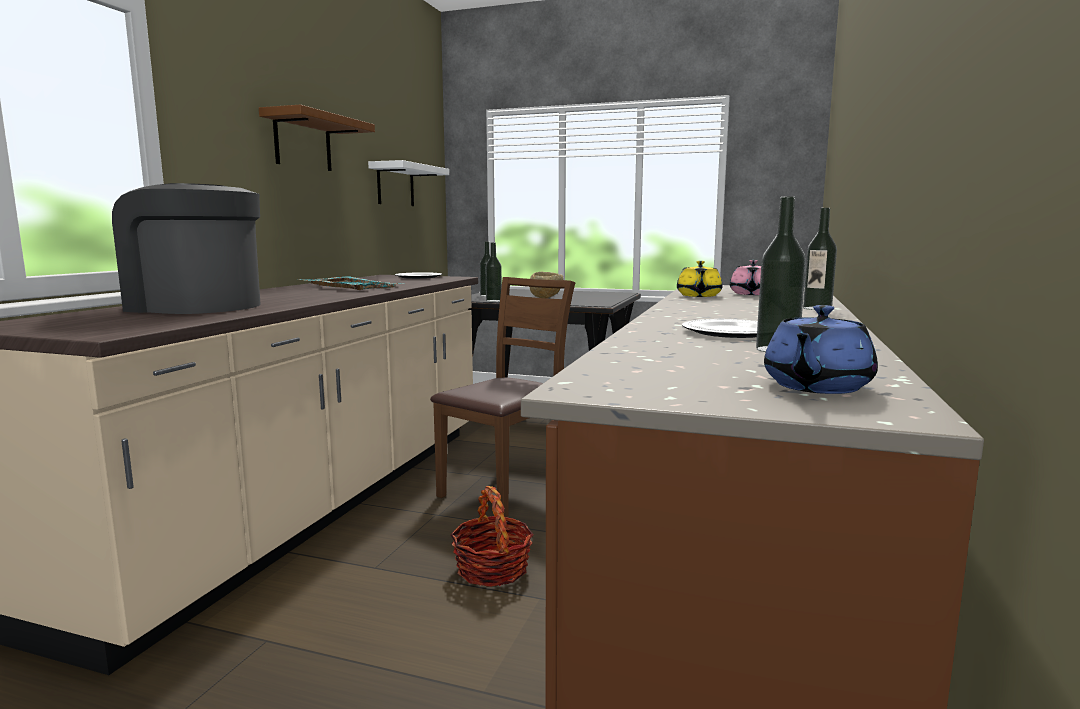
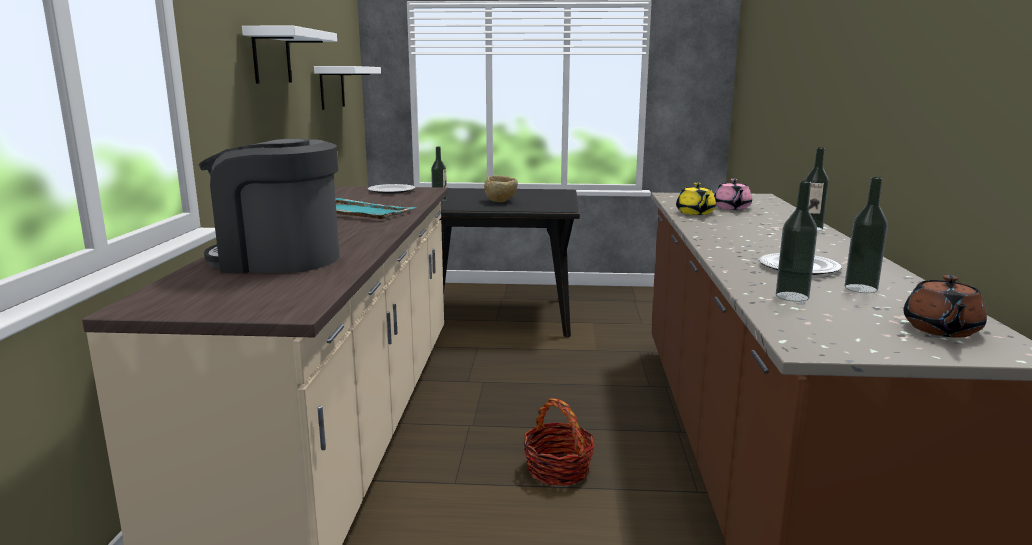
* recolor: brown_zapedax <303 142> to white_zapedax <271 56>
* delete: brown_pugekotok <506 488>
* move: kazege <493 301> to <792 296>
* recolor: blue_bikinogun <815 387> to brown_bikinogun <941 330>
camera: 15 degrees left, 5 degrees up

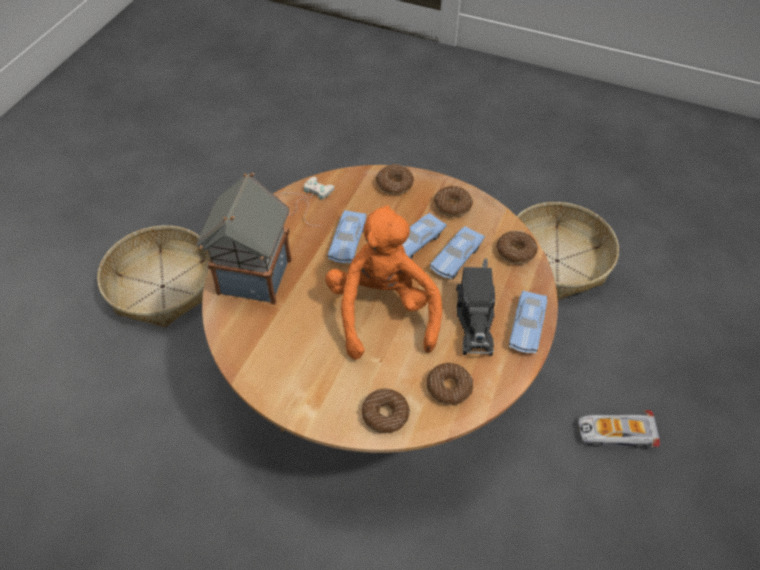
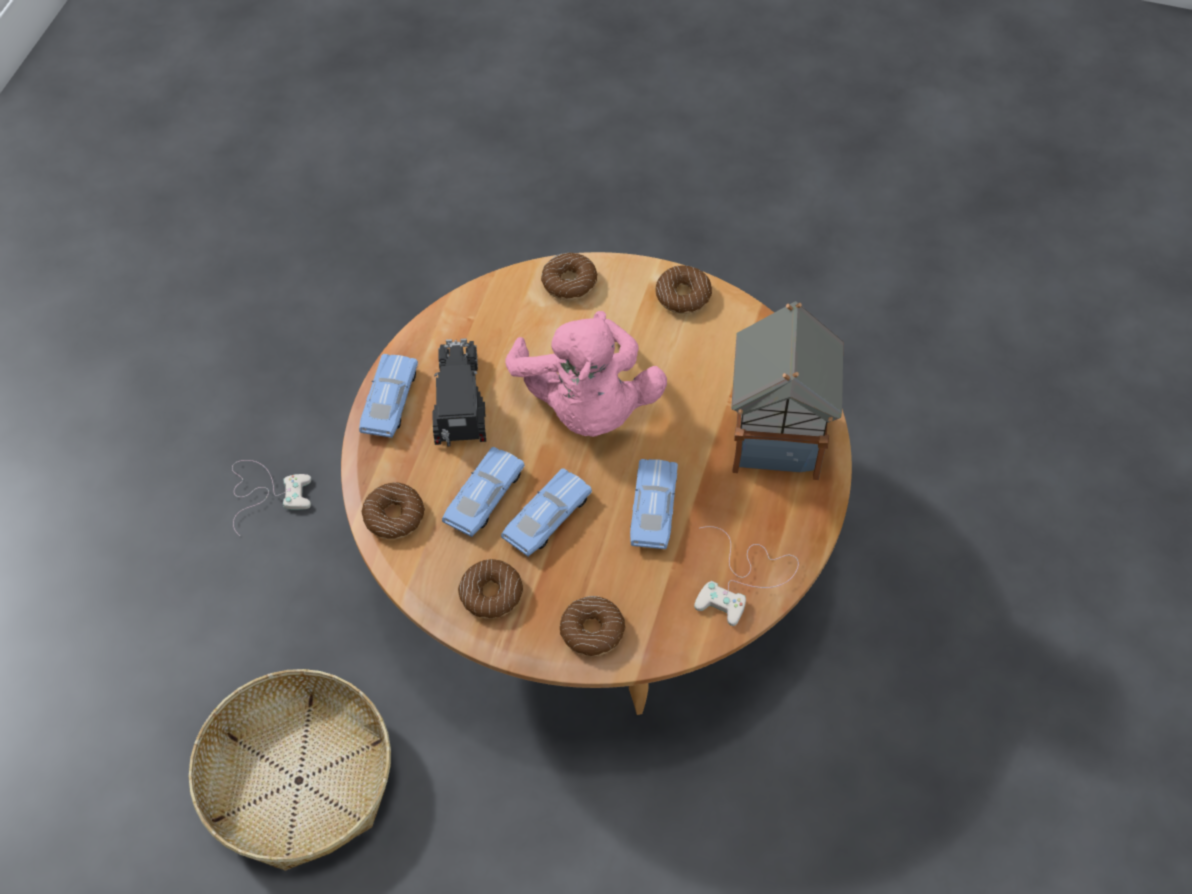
* delete: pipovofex <163 286>
* recolor: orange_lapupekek <383 311> to pink_lapupekek <586 406>
* move: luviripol <449 388> to <683 295>
* replace: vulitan <615 433> to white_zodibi <266 492>
camera: 175 degrees right, 5 degrees up

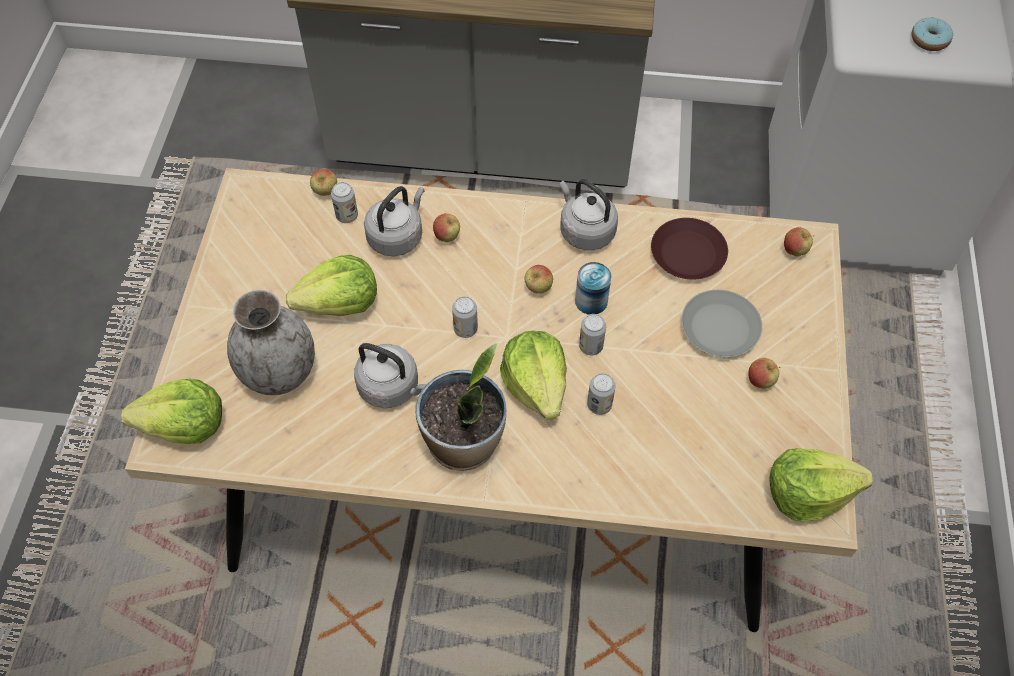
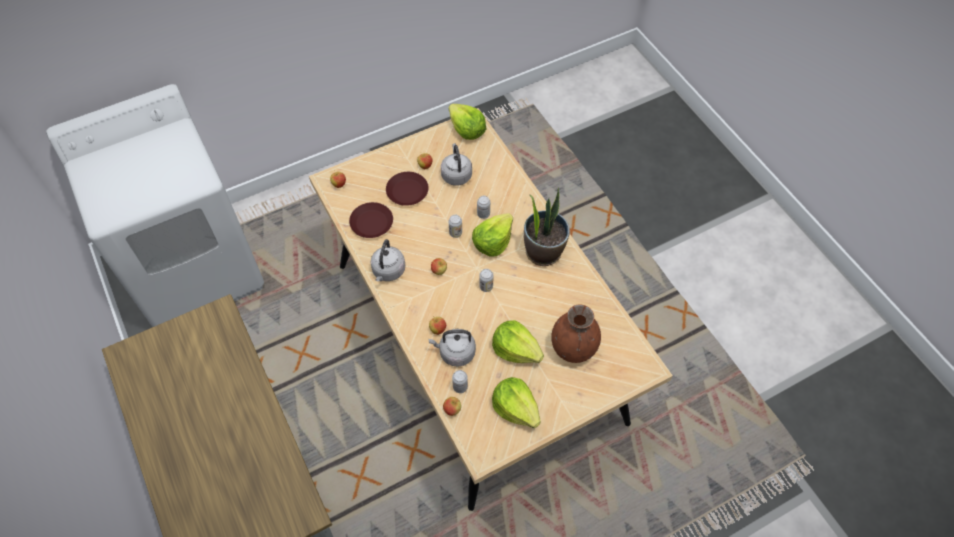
* move: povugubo <185 426> to <515 408>
* recolor: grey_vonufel <278 373> to brown_vonufel <573 348>
* move: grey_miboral <392 388> to <456 174>
* delete: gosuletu <591 301>
* recolor: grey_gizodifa <719 327> to brown_gizodifa <407 192>
* delete: luviripol <929 40>
camera: 125 degrees left, 0 degrees up

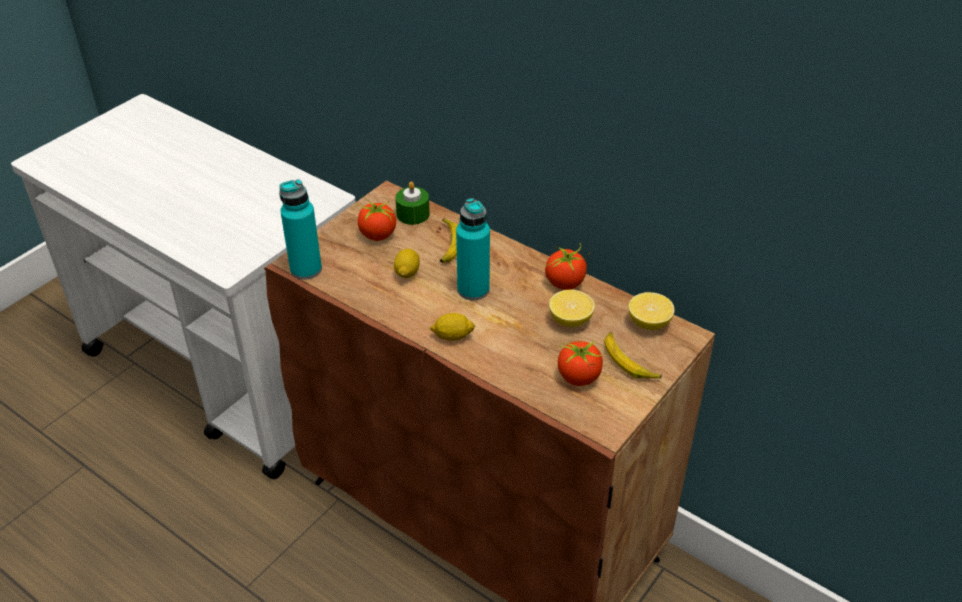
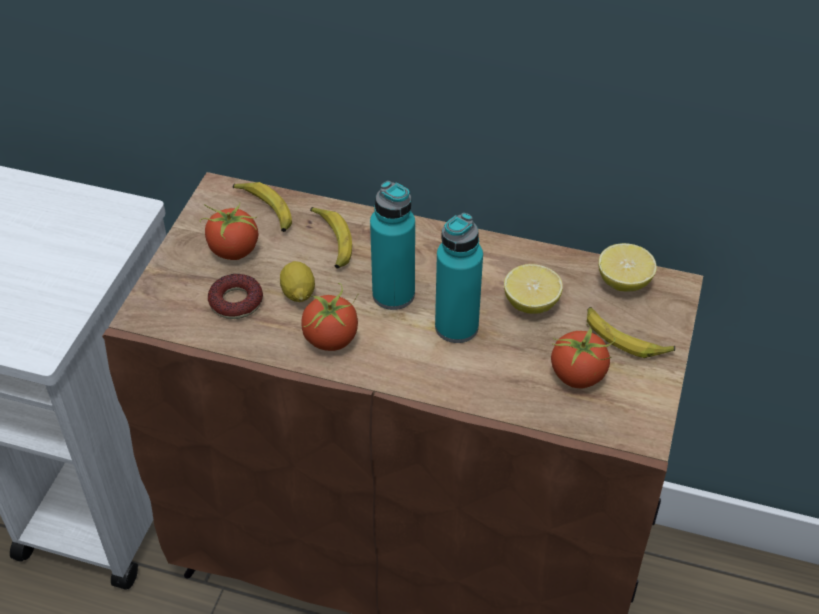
* move: turquoise_kazege <306 269> to <456 327>
* replace: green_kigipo <413 214> to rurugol <265 210>
* delete: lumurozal <452 336>
* move: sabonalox <565 282> to <331 339>
* insert: luviripol <236 302>
camera: 20 degrees left, 5 degrees up

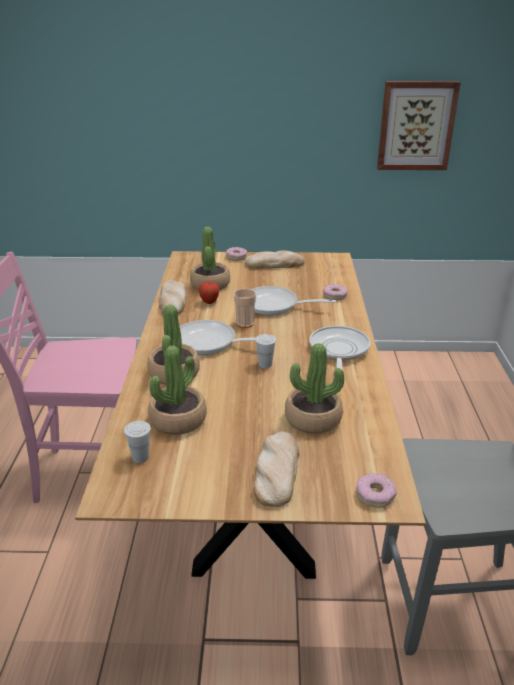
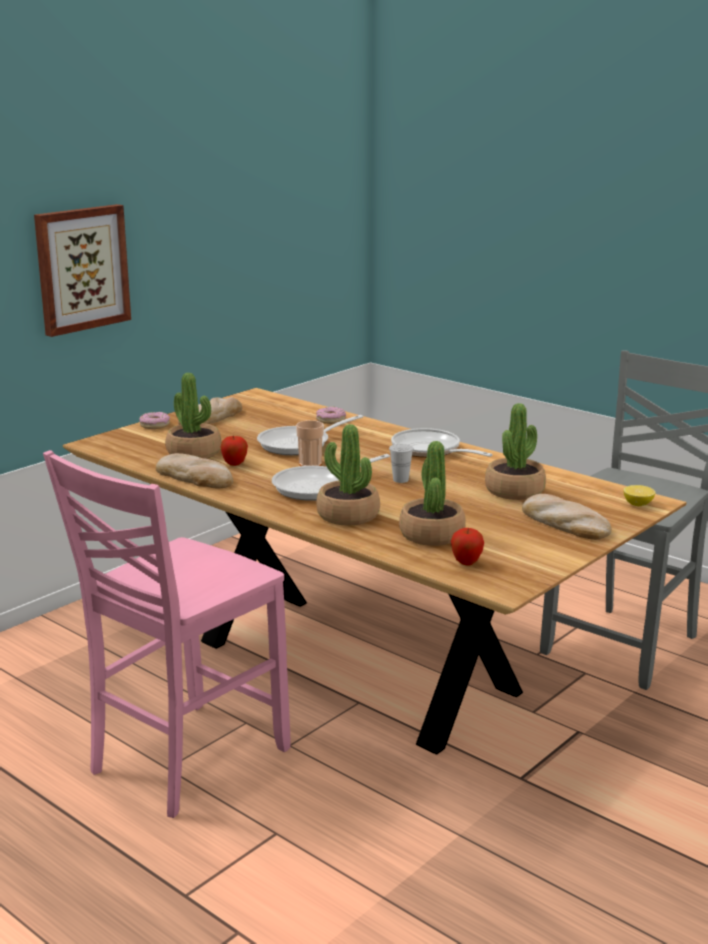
* replace: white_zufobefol <140 457> to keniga <466 563>
* replace: luviripol <375 495> to lumurozal <638 504>
* move: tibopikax <416 126> to <81 269>
camera: 50 degrees left, 10 degrees down

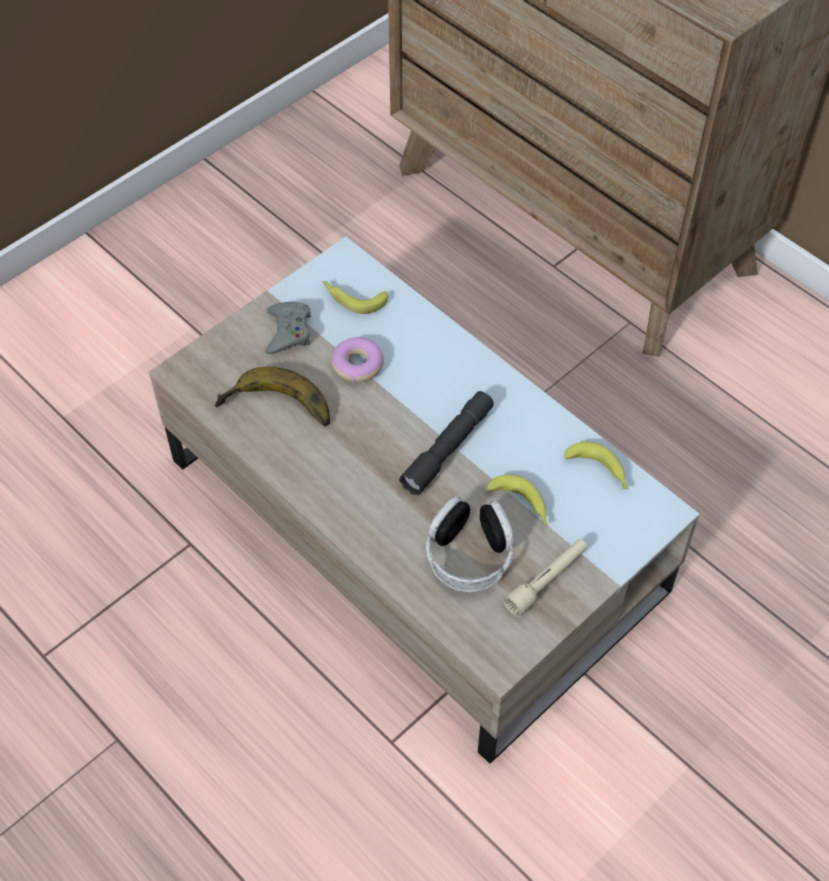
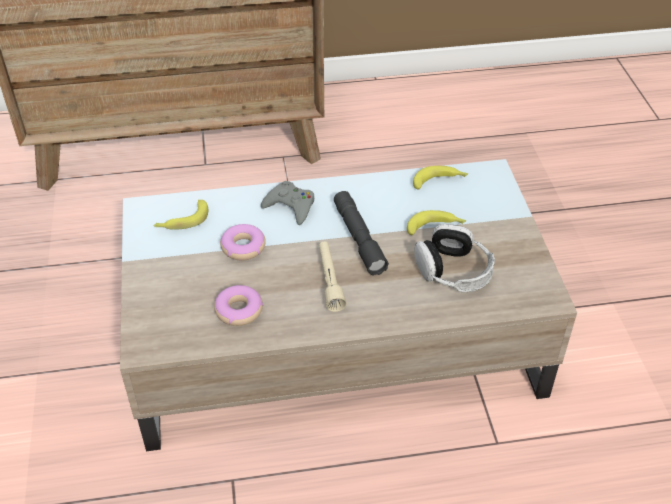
* replace: rurugol <276 412> to luviripol <239 310>
* move: grey_zodibi <288 331> to <290 206>
* move: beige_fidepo <546 581> to <330 281>
camera: 55 degrees left, 10 degrees down

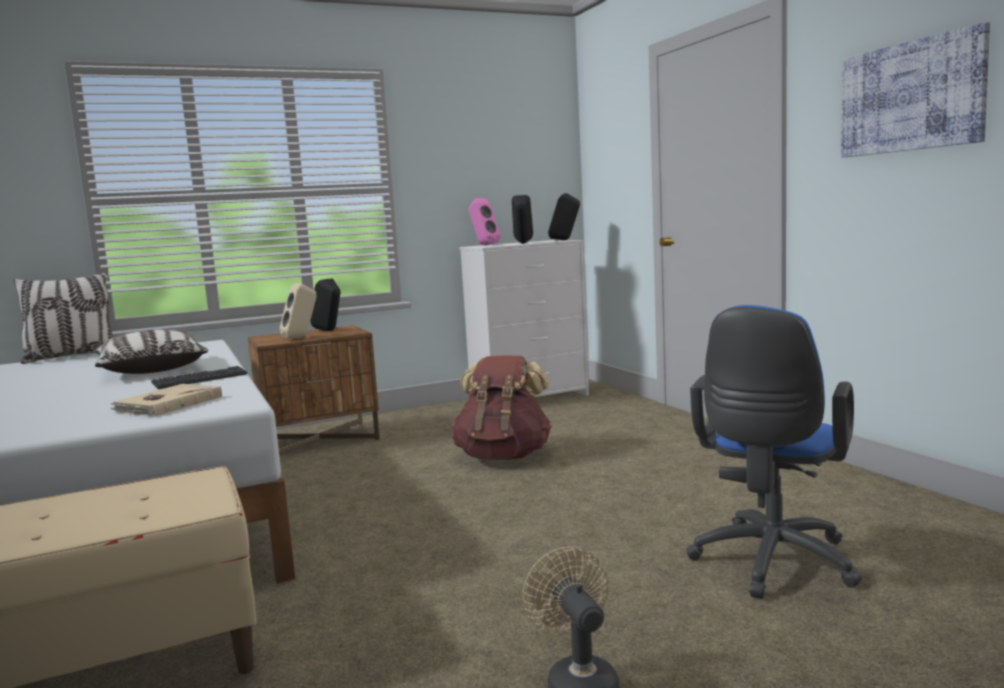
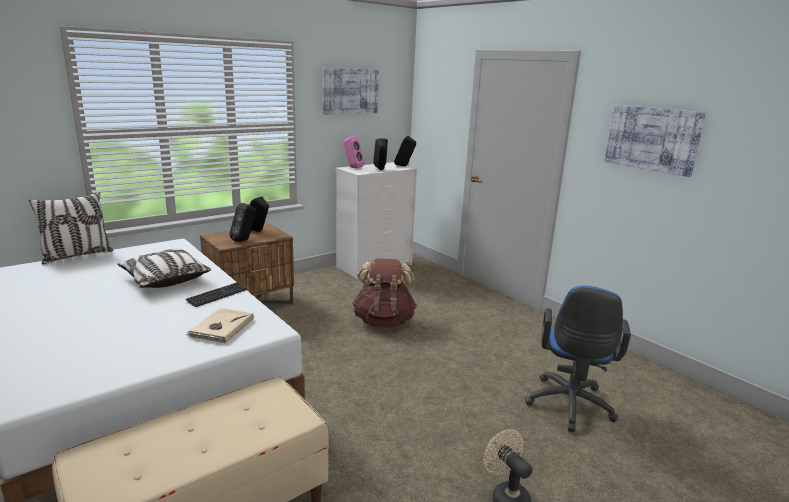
* recolor: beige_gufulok <301 338> to black_gufulok <244 240>
* insert: tibopikax <350 91>
camera: 15 degrees left, 10 degrees up

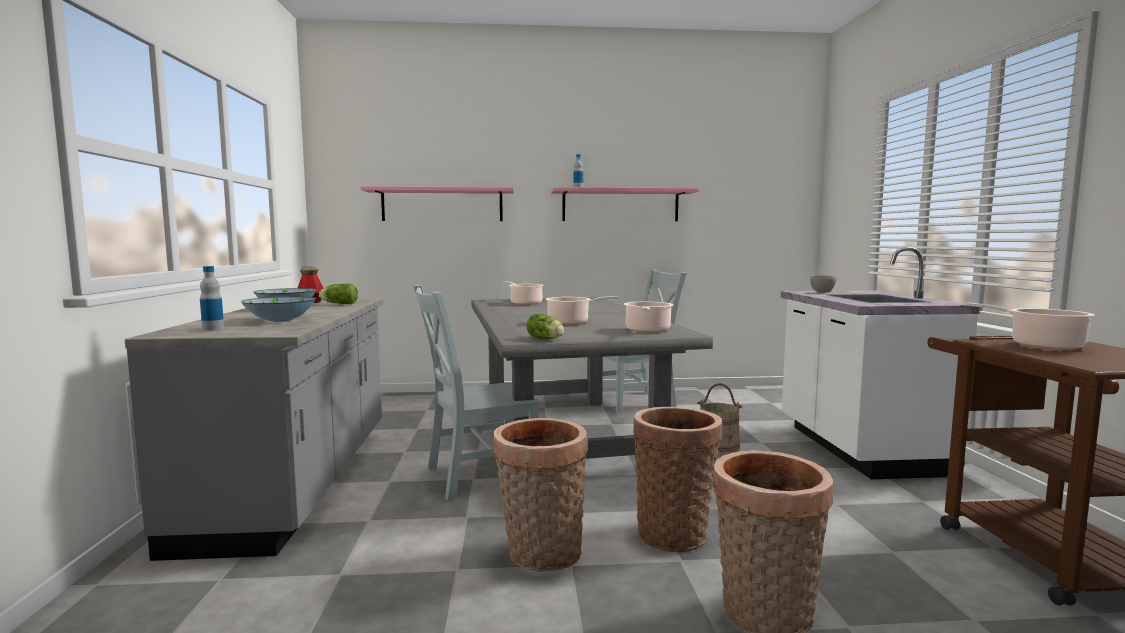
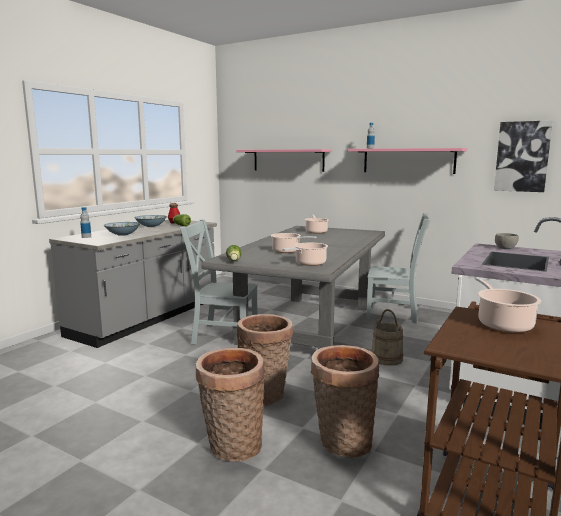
* move: pipovofex <541 555> to <342 442>
* insert: tibopikax <522 156>
camera: 35 degrees right, 5 degrees up

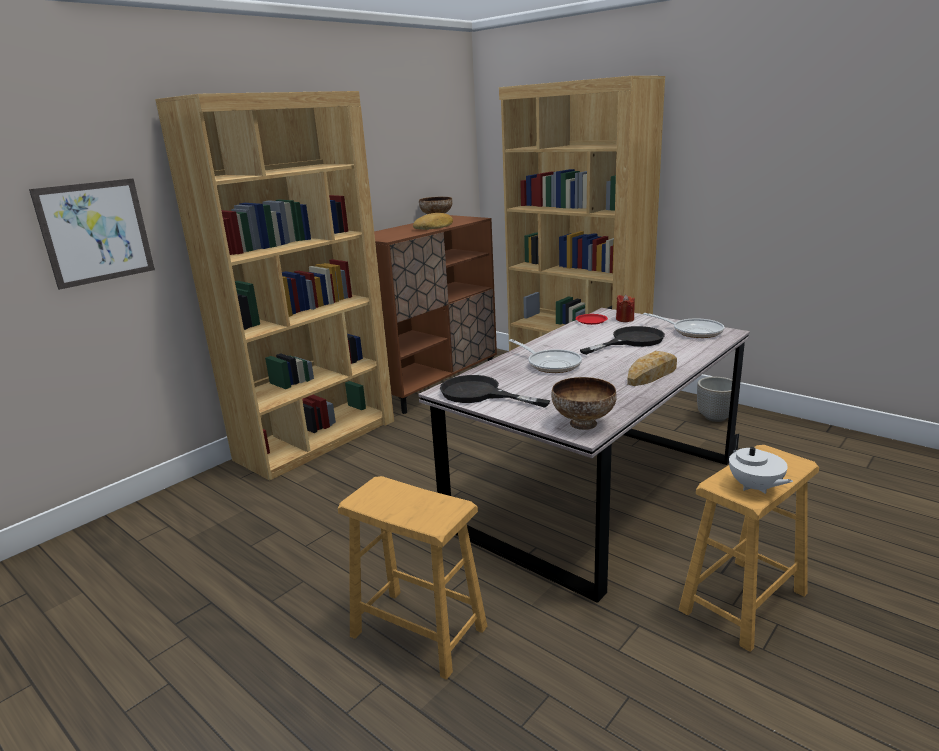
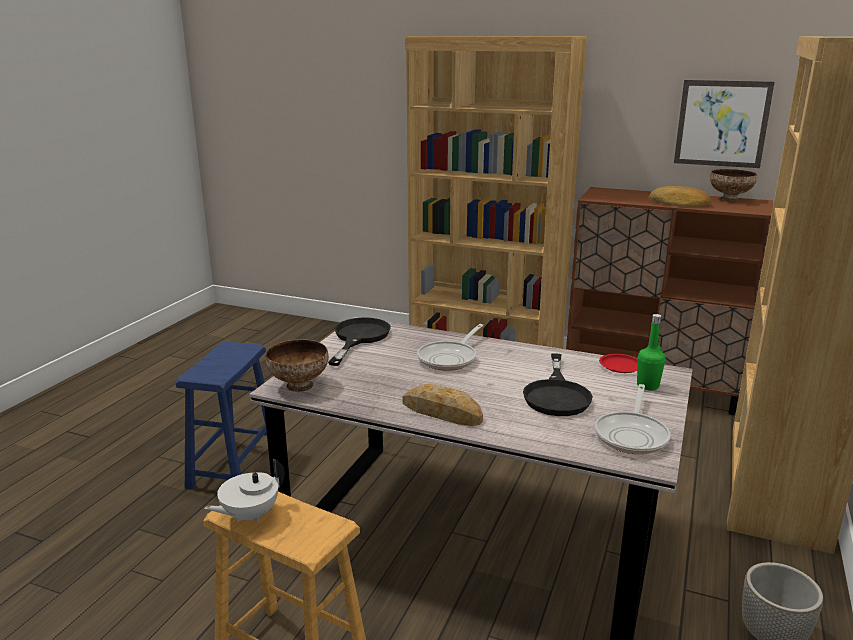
* move: tibopikax <96 232> to <722 123>
* recolor: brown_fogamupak <418 632> to blue_fogamupak <234 466>
* rotate: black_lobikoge <630 341> = <557 394> 60 degrees clockwise
* replace: red_kigipo <625 319> to green_kazege <647 386>
camera: 70 degrees right, 0 degrees up

